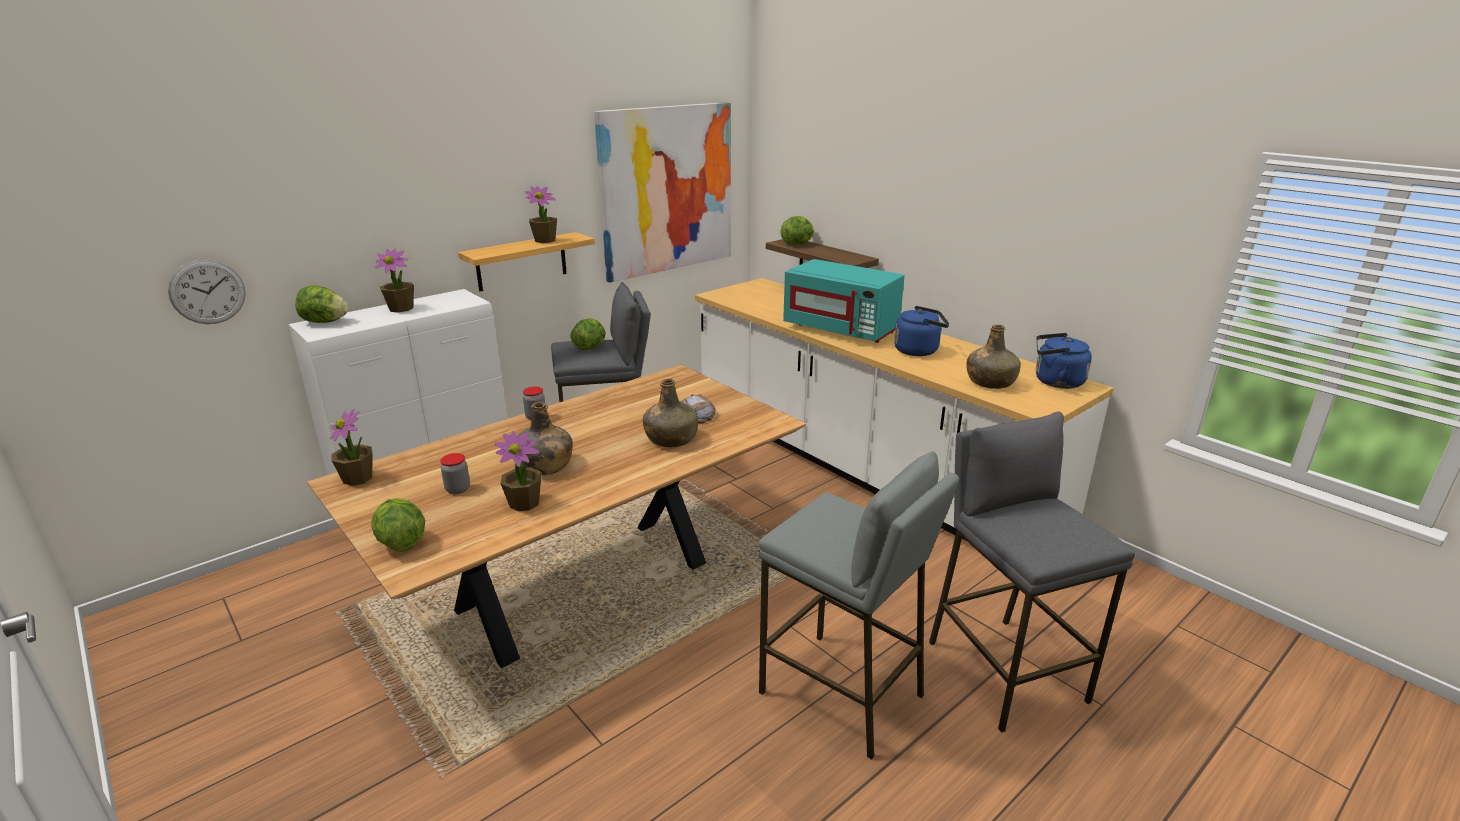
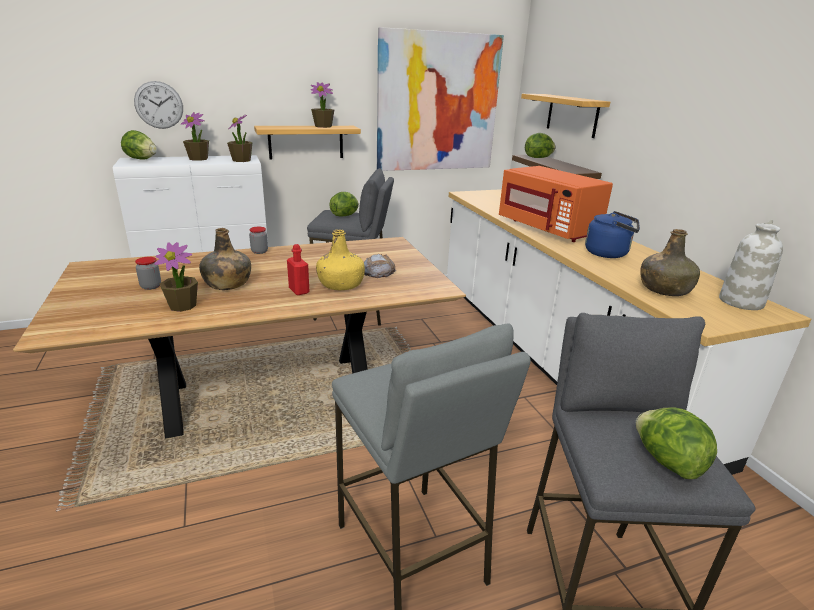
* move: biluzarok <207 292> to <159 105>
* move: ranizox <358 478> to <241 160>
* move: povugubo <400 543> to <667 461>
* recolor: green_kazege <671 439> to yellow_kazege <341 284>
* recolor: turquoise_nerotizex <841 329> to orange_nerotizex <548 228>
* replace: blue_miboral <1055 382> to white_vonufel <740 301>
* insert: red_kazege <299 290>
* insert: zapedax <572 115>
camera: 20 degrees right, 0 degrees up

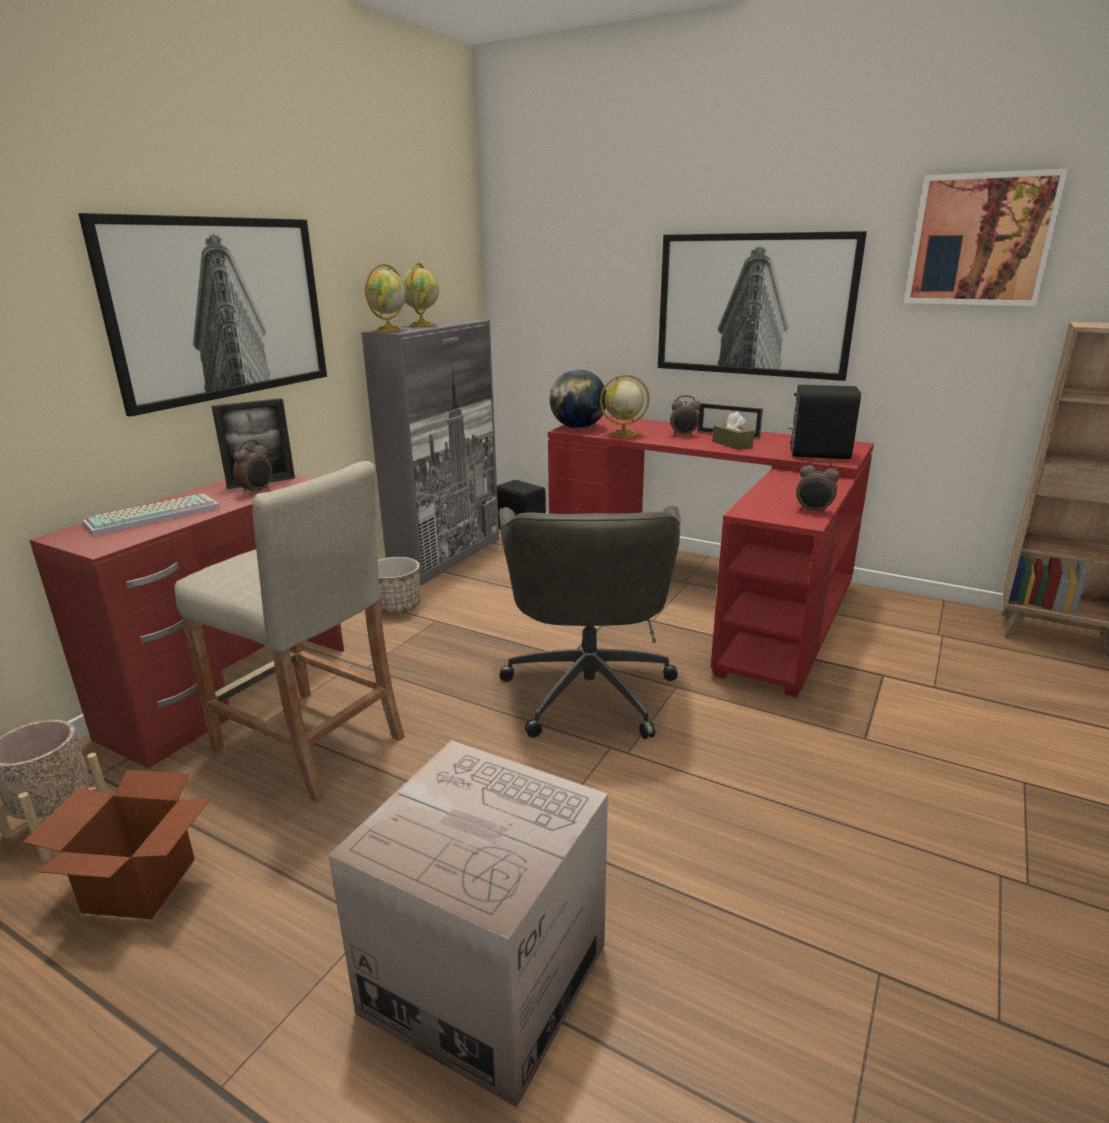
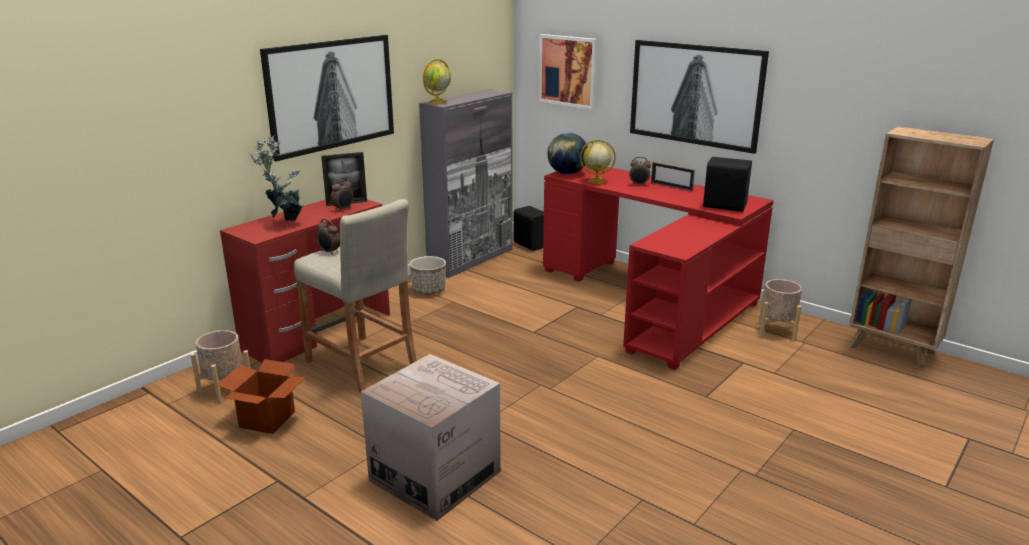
* replace: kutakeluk <154 515> to ranizox <285 220>
* delete: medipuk <422 325>
* delete: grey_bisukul <589 688>
* delete: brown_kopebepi <732 444>
* move: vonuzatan <813 511> to <329 252>
* move: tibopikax <980 240> to <568 71>
* insert: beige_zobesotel <776 331>
camera: 10 degrees right, 0 degrees up

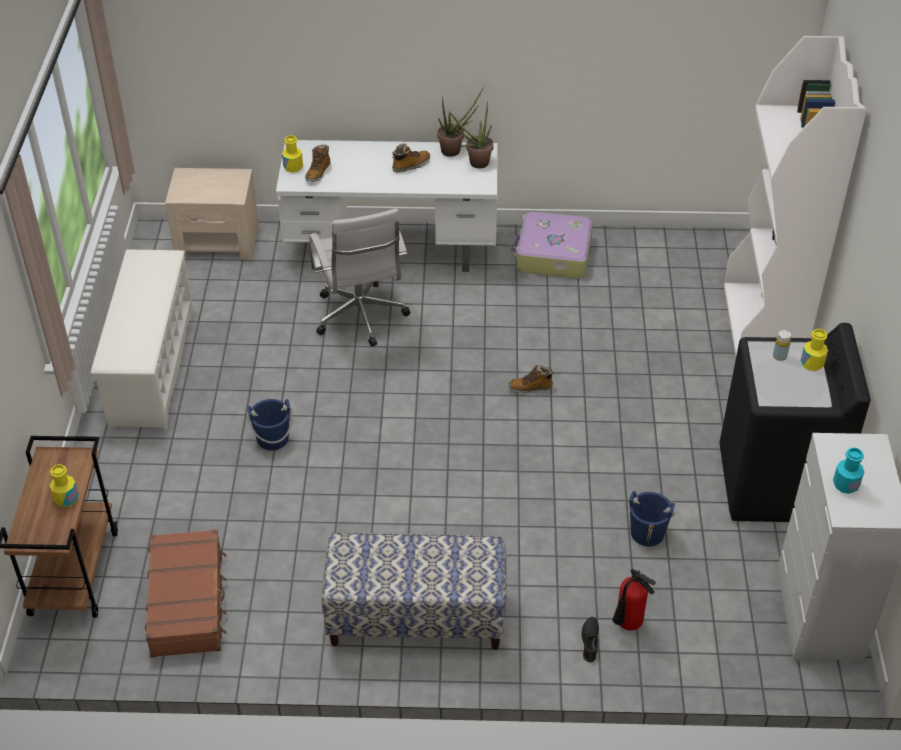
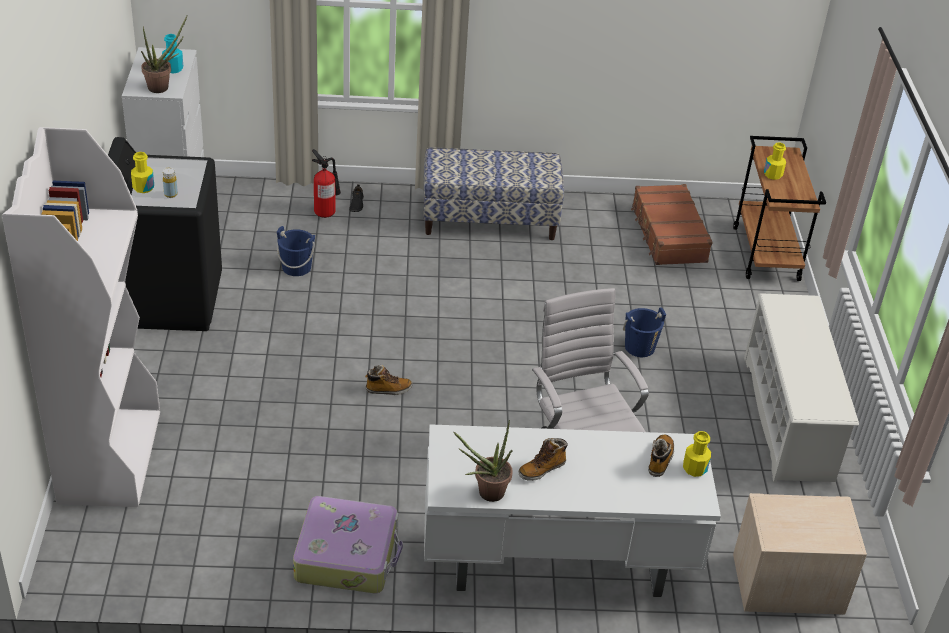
* move: ranizox <475 164> to <163 87>
camera: 175 degrees right, 5 degrees down

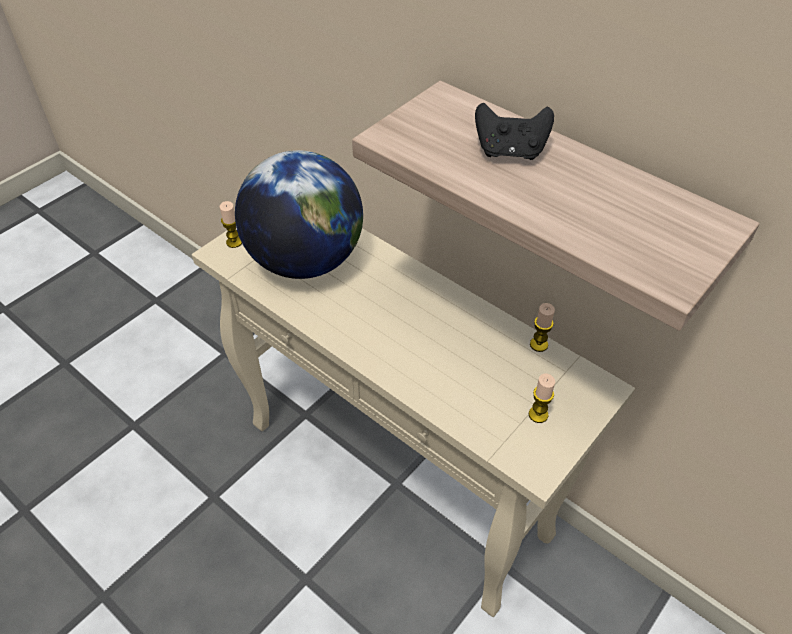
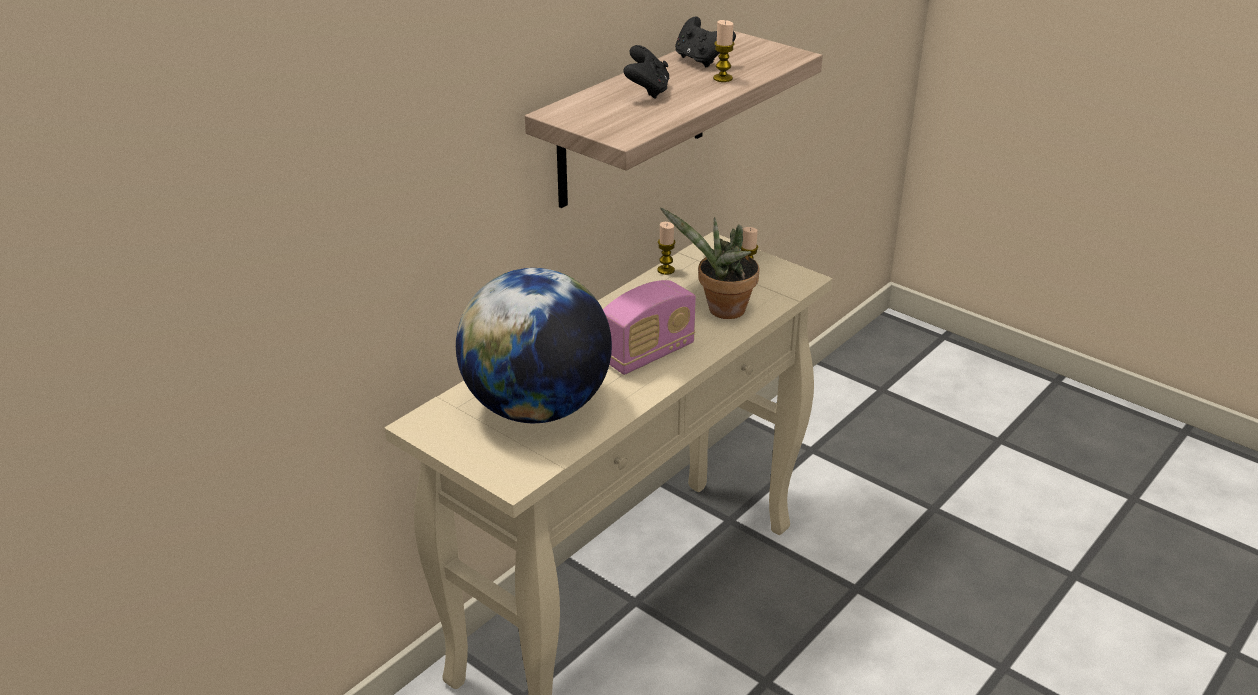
* move: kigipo <234 242> to <722 78>
* insert: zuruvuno <648 354>
* insert: ranizox <721 311>
* insert: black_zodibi <701 60>
camera: 90 degrees left, 15 degrees down

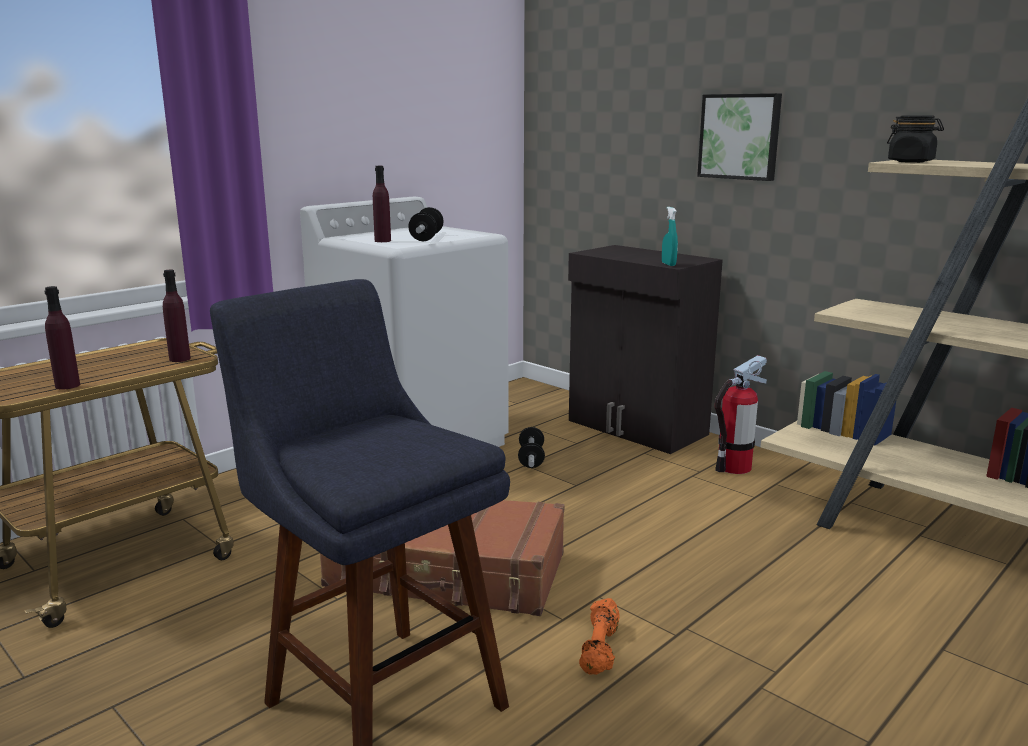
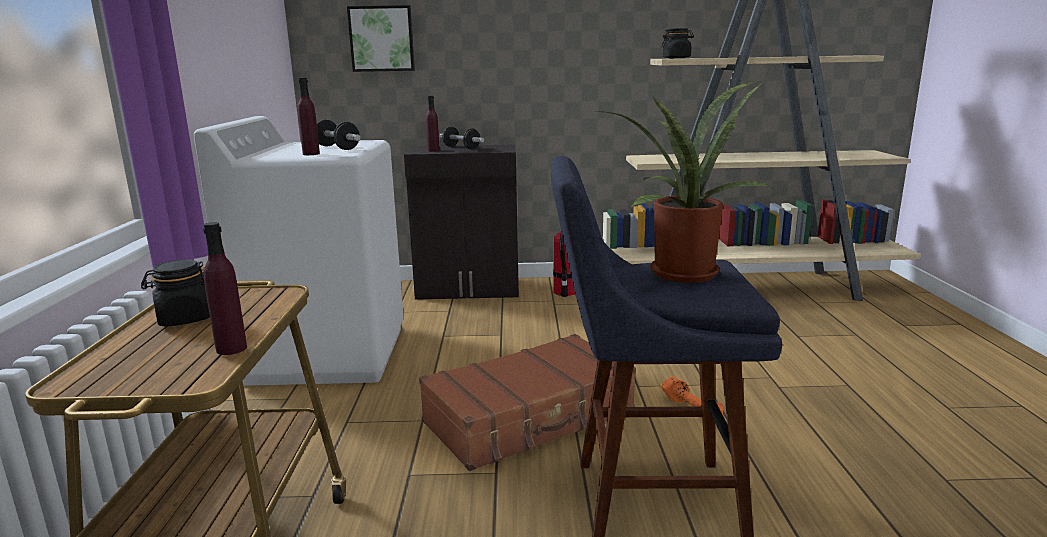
* move: purple_kazege <180 359> to <433 150>
* move: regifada <531 459> to <461 148>
* delete: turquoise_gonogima <668 264>
* move: tibopikax <740 136> to <382 39>
* insert: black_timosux <184 319>
* insert: ranizox <682 271>
camera: 45 degrees left, 0 degrees up

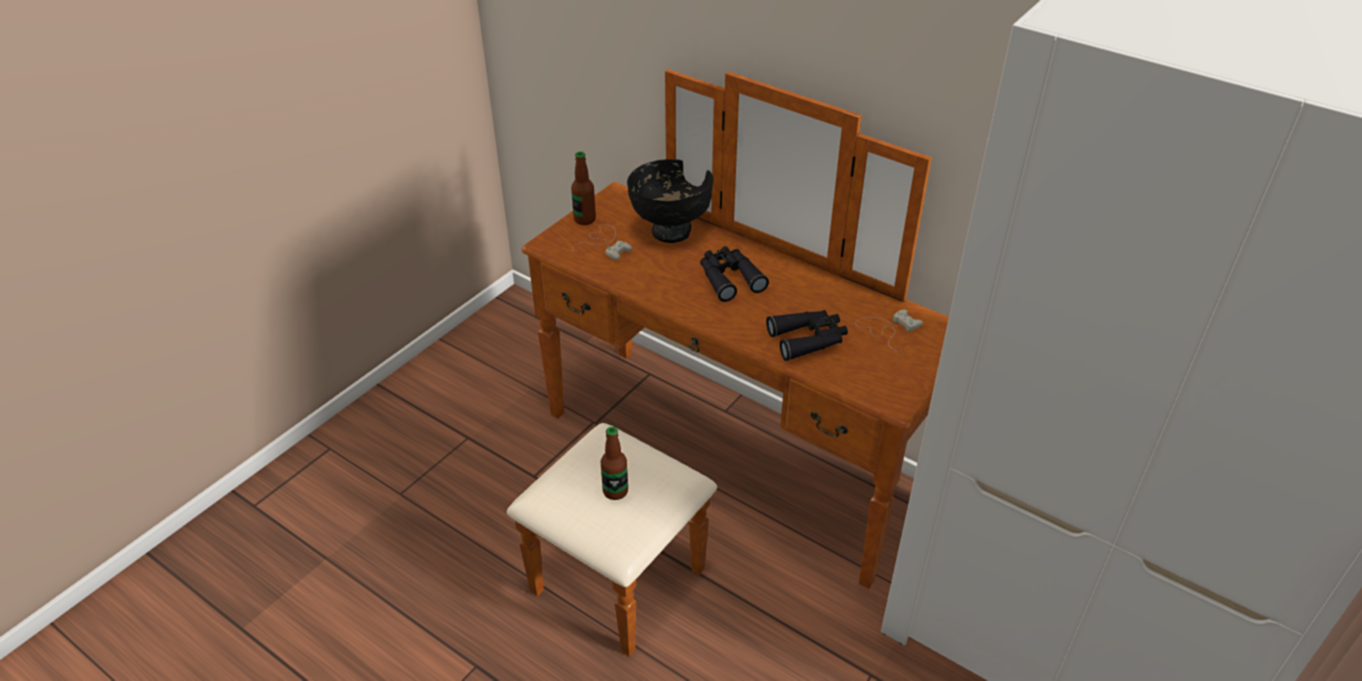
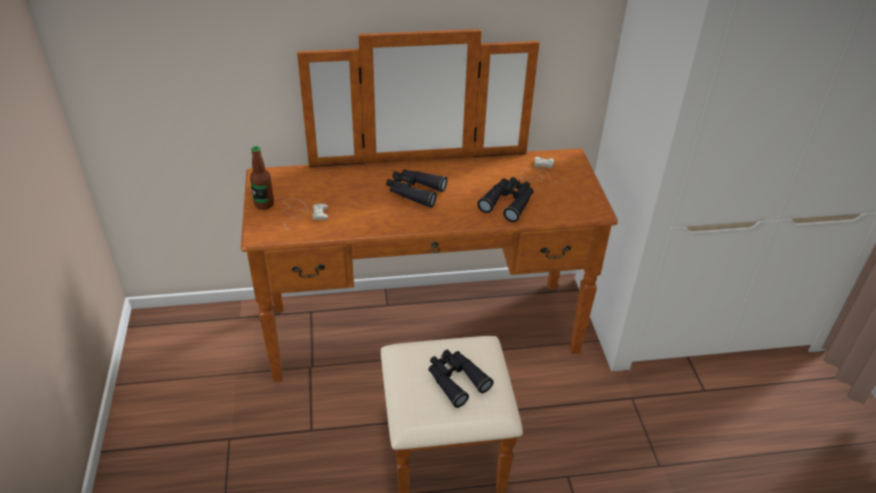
* replace: kazege <615 491> to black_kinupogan <456 380>
* delete: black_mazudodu <671 231>
camera: 45 degrees left, 0 degrees up

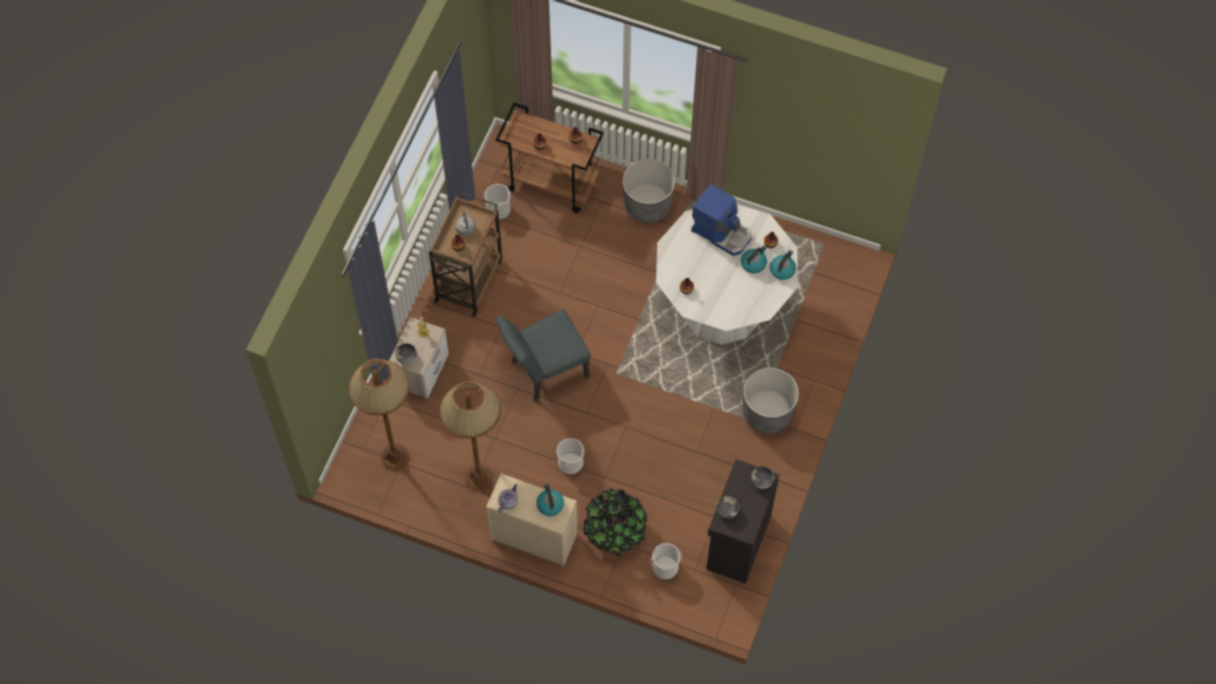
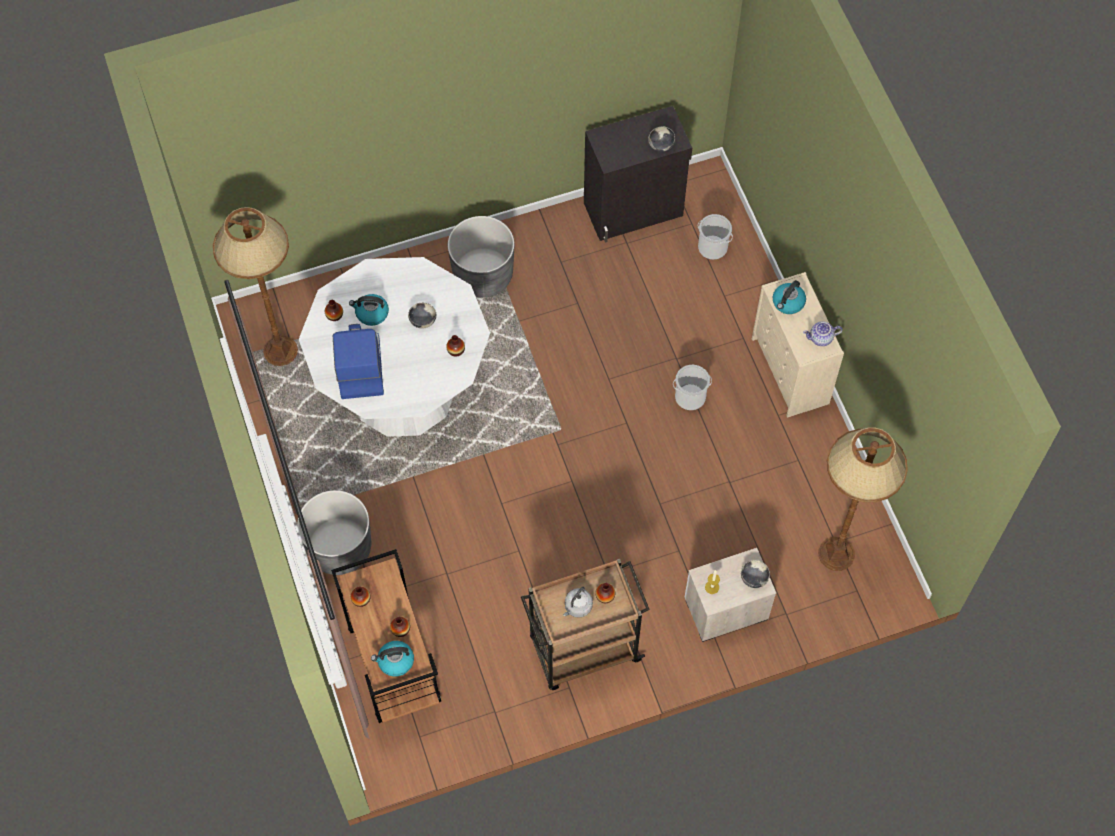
* move: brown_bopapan <479 478> to <280 351>
* delete: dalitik <498 209>
* delete: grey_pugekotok <544 371>
* delete: ranizox <615 532>
* move: mazudodu <761 481> to <422 321>
* move: miboral <782 269> to <395 661>
camera: 130 degrees left, 0 degrees up

